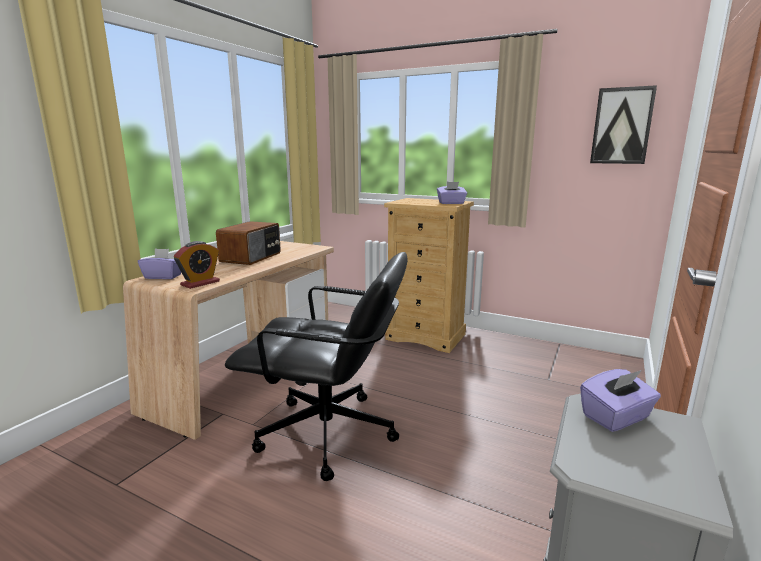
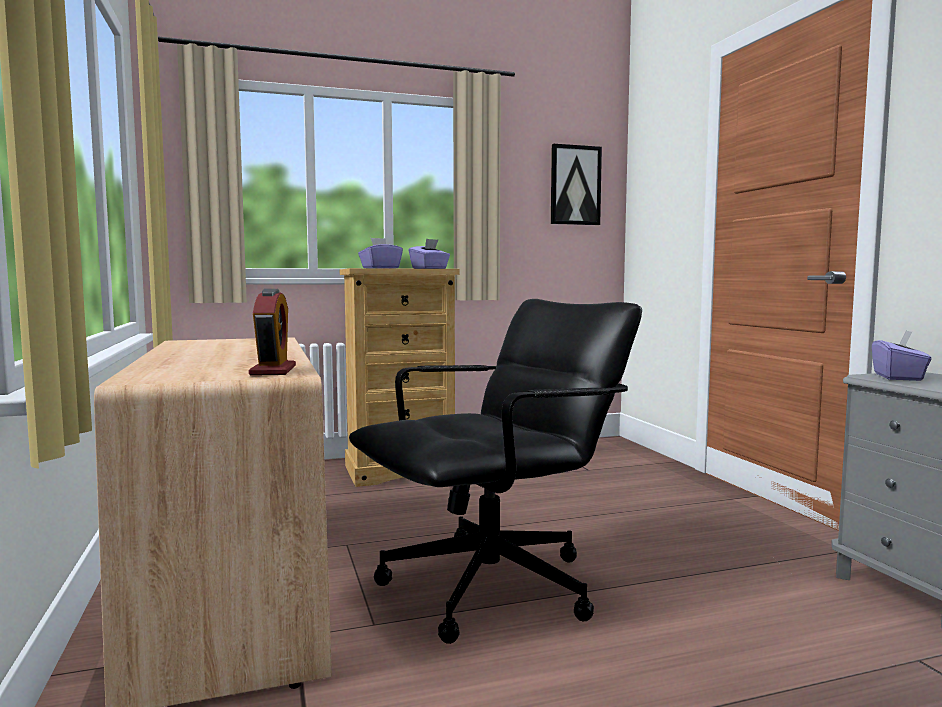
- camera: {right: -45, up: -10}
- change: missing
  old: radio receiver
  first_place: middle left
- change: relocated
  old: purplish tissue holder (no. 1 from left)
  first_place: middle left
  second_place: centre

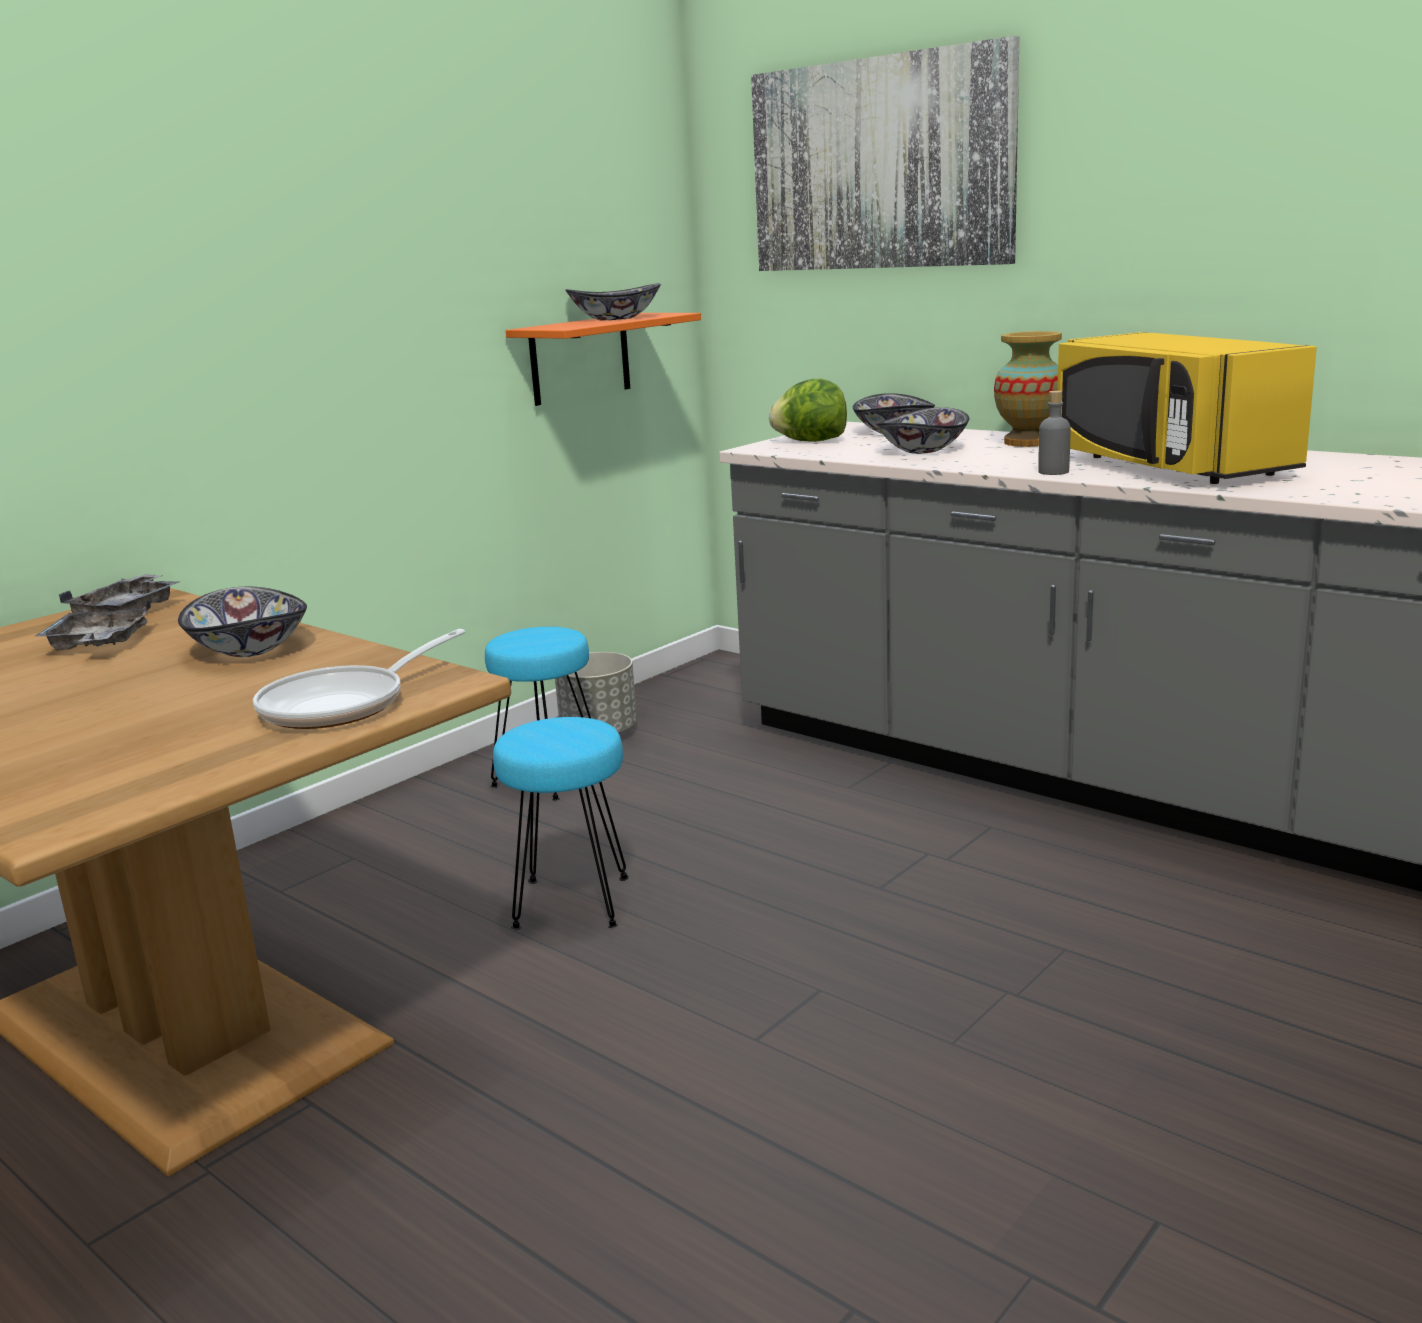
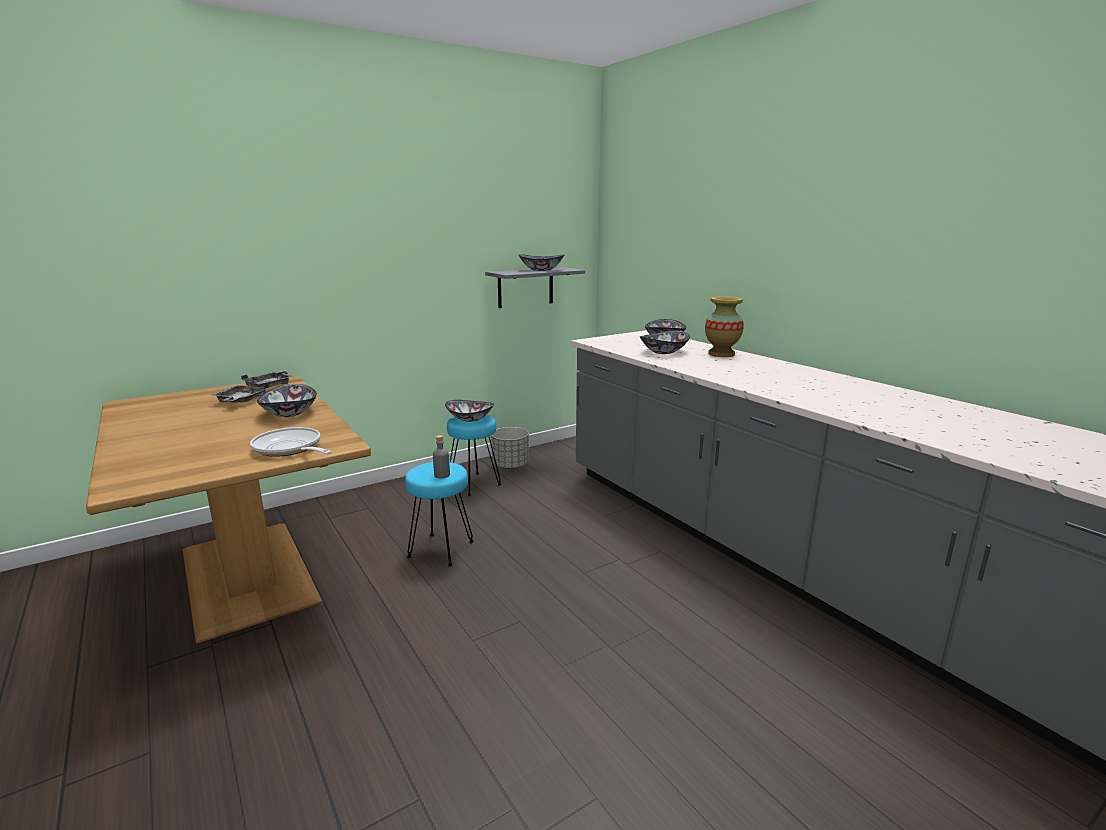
- camera: {right: 15, up: 0}
- change: missing
  old: wall picture
  first_place: top centre
- change: colour
  old: orangey wall shelf
  new: greyish wall shelf
  first_place: top centre
  second_place: centre
- change: missing
  old: yellowish kitchen microwave
  first_place: top right
- change: missing
  old: lettuce head
  first_place: top centre
- change: relocated
  old: greyish beverage bottle
  first_place: top right
  second_place: centre
- change: spun
  old: frying pan
  first_place: middle left
  second_place: middle left
  degrees: 75
- change: appeared
  new: deep dish (no. 2 from left)
  second_place: centre

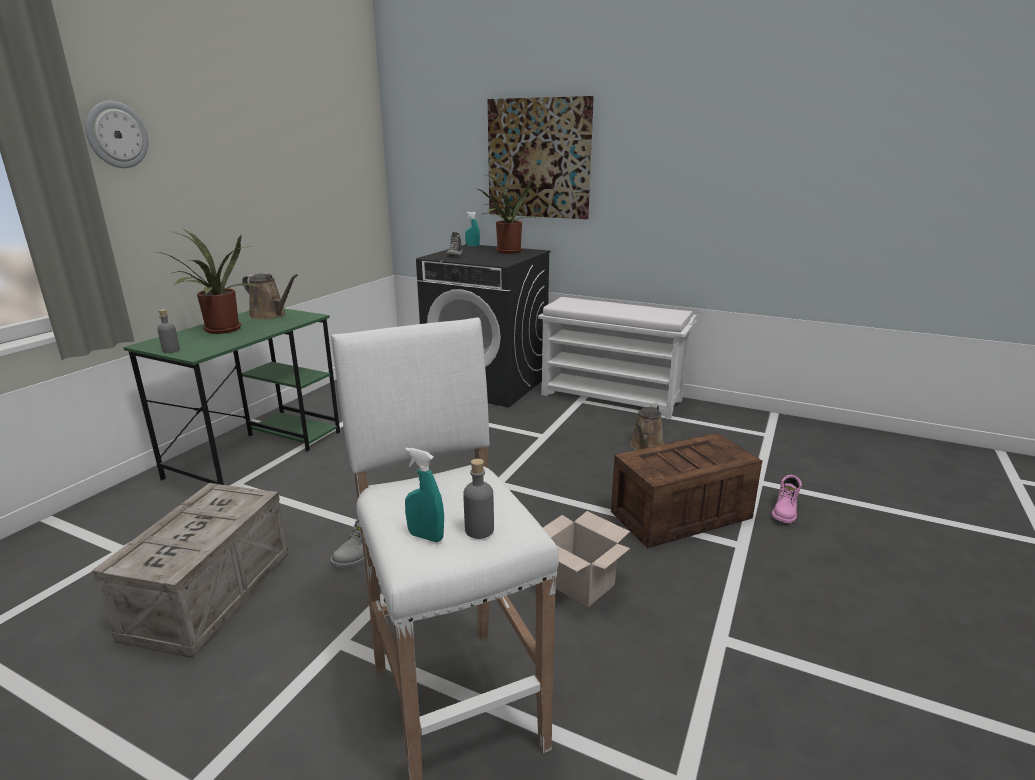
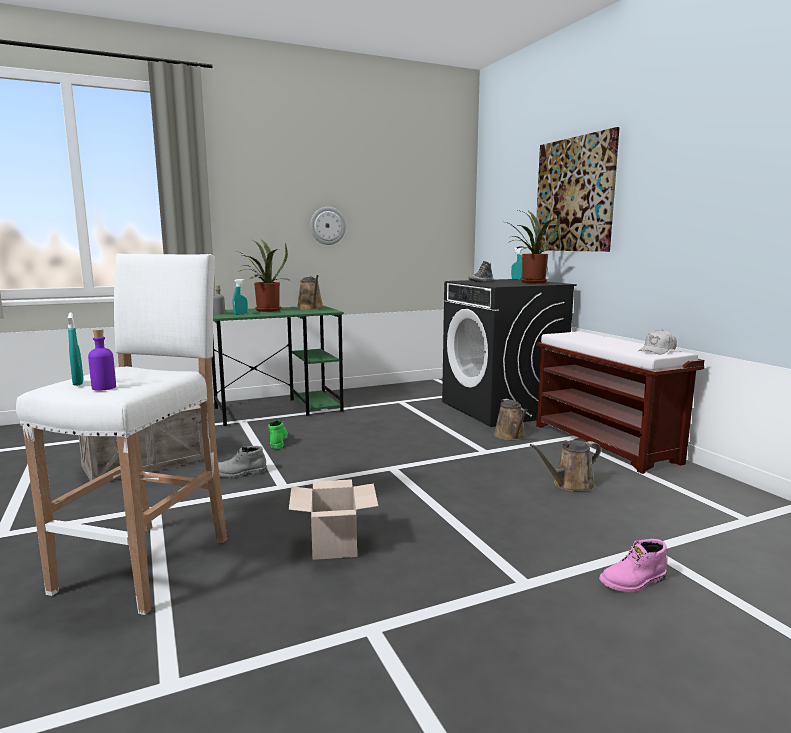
- camera: {right: 40, up: -10}
- change: relocated
  old: clock on the wall
  first_place: top left
  second_place: top centre
- change: colour
  old: whitish bench
  new: brownish bench
  first_place: centre
  second_place: middle right
- change: missing
  old: crate (no. 2 from left)
  first_place: centre
- change: colour
  old: greyish beverage bottle (no. 2 from left)
  new: purplish beverage bottle
  first_place: centre
  second_place: middle left
- change: appeared
  new: turquoise-coloured sprayer (no. 2 from left)
  second_place: middle left
- change: appeared
  new: whitish cap
  second_place: middle right
- change: appeared
  new: brownish watering pot (no. 2 from left)
  second_place: centre
- change: appeared
  new: greenish tall boot
  second_place: centre

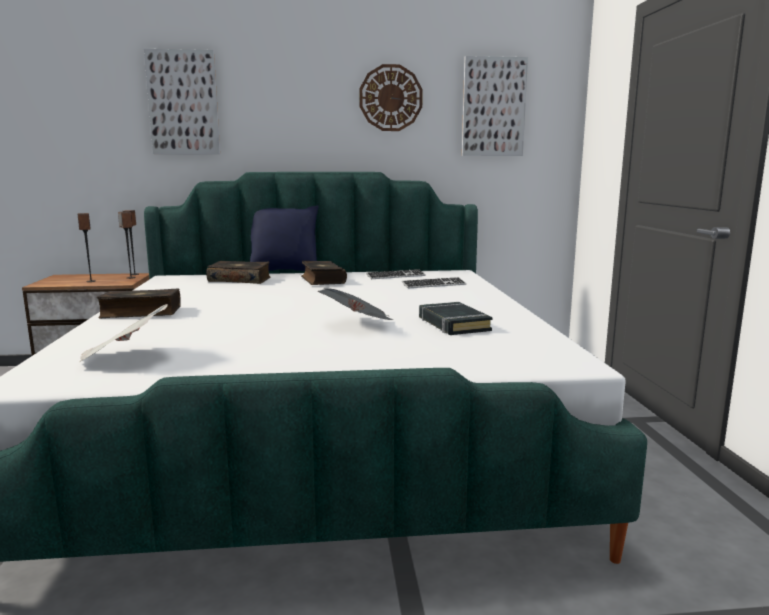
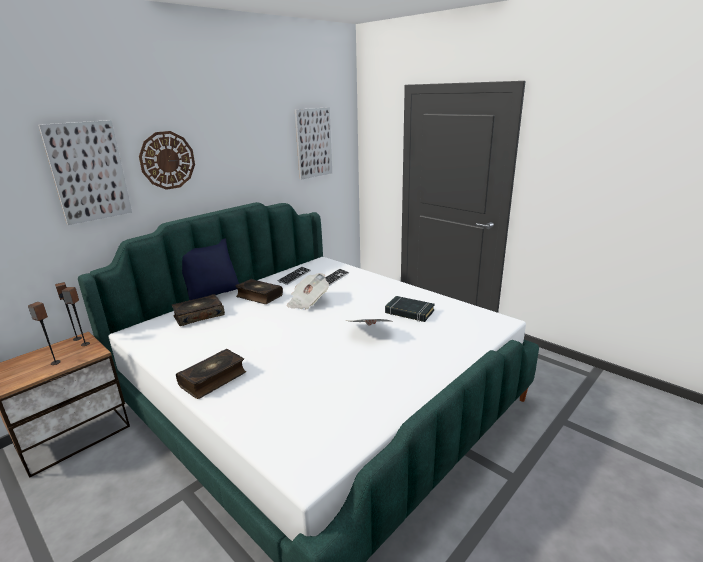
- camera: {right: -40, up: 10}
- change: relocated
  old: clock on the wall
  first_place: top centre
  second_place: top left
- change: relocated
  old: printed paper (no. 1 from left)
  first_place: middle left
  second_place: centre

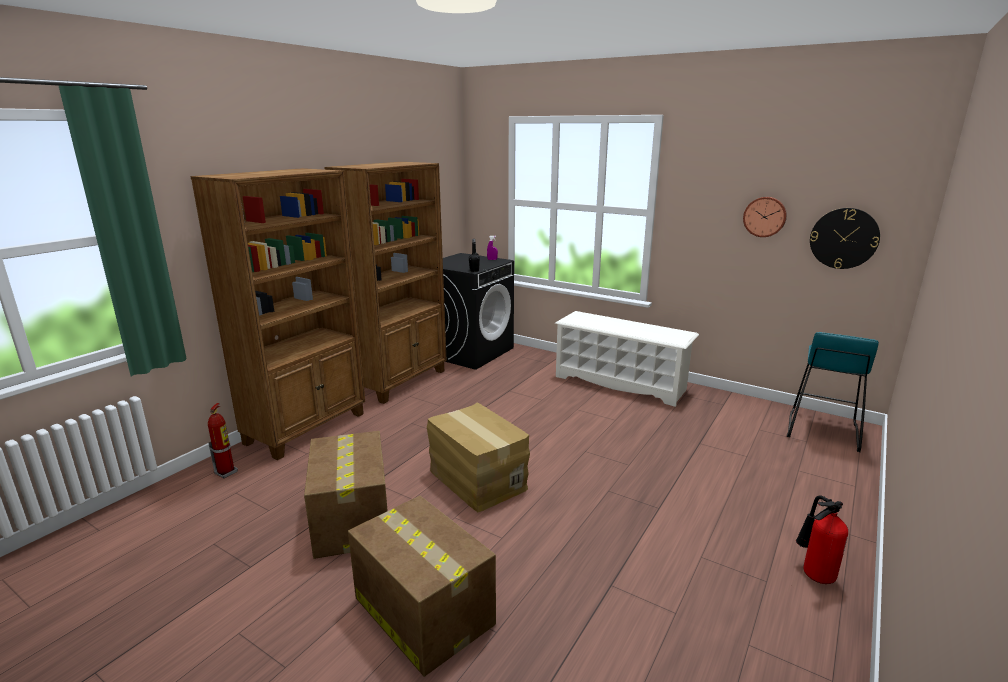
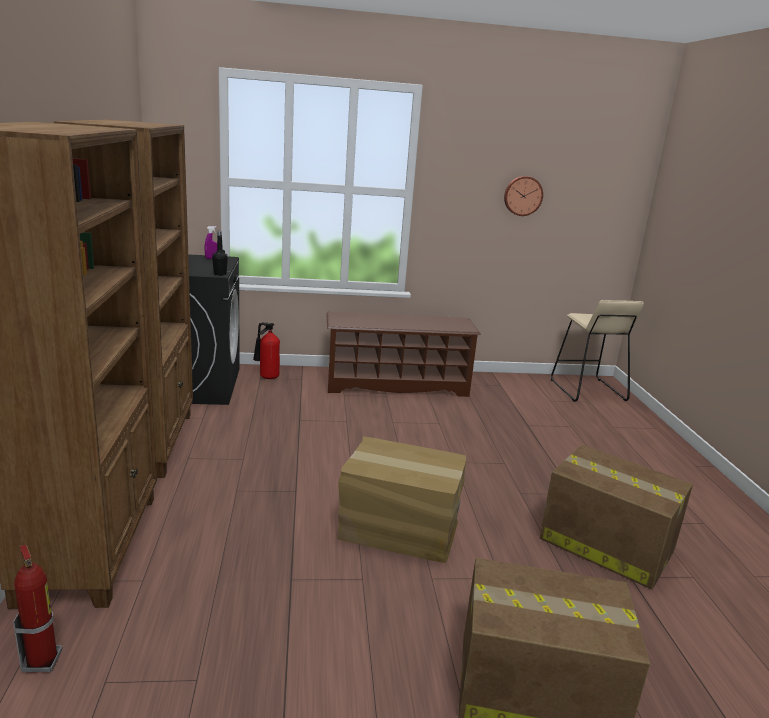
- camera: {right: -40, up: 0}
- change: missing
  old: clock on the wall (no. 2 from left)
  first_place: middle right
- change: colour
  old: whitish shoe shelf
  new: brownish shoe shelf
  first_place: centre
  second_place: centre
- change: colour
  old: turquoise-coloured stool seat
  new: sand-coloured stool seat
  first_place: middle right
  second_place: middle right
- change: relocated
  old: cardboard box (no. 1 from left in the first image)
  new: cardboard box (no. 3 from left)
  first_place: bottom centre
  second_place: bottom right
- change: relocated
  old: fire extinguisher (no. 2 from left)
  first_place: bottom right
  second_place: centre

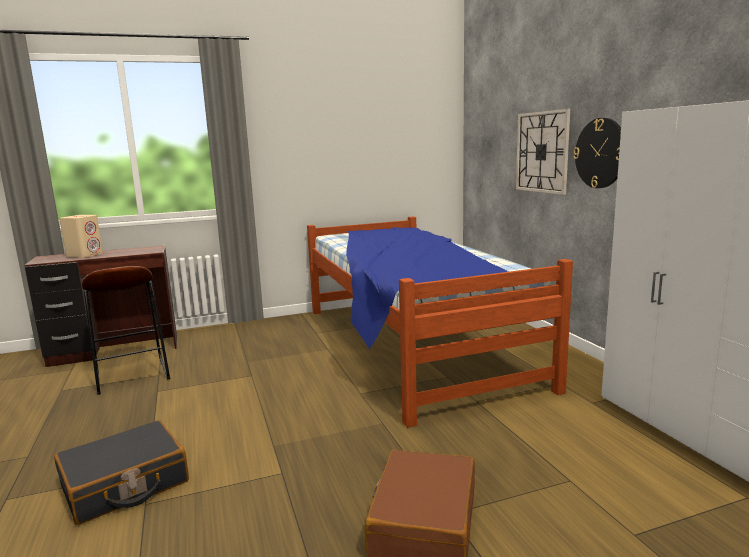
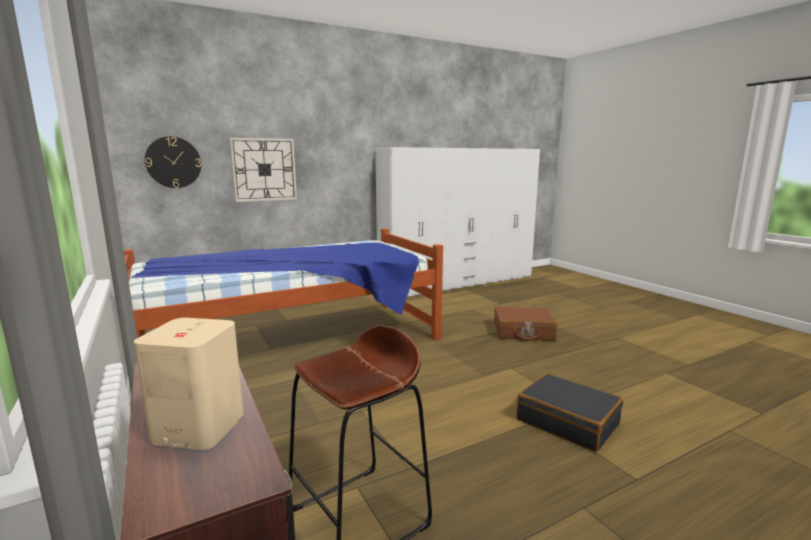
- camera: {right: -100, up: 0}
- change: relocated
  old: clock on the wall (no. 2 from left in the first image)
  new: clock on the wall (no. 1 from left)
  first_place: top right
  second_place: top left

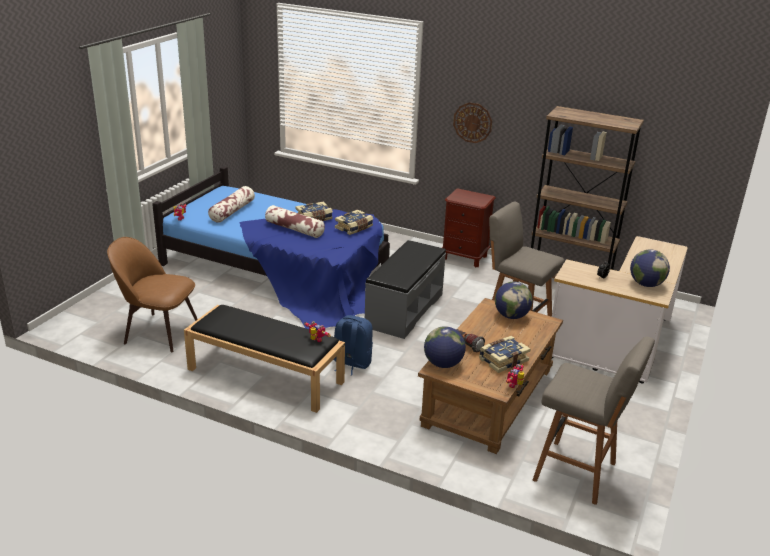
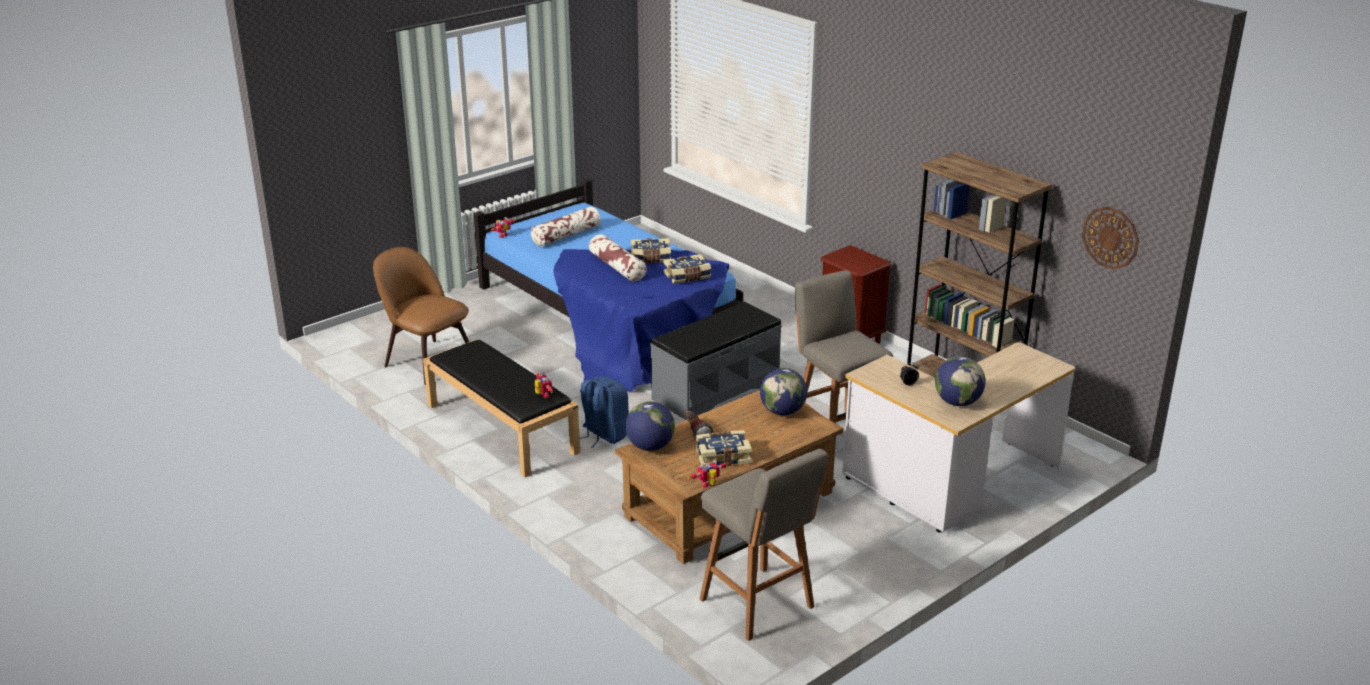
- camera: {right: 25, up: 0}
- change: relocated
  old: clock on the wall
  first_place: top centre
  second_place: middle right

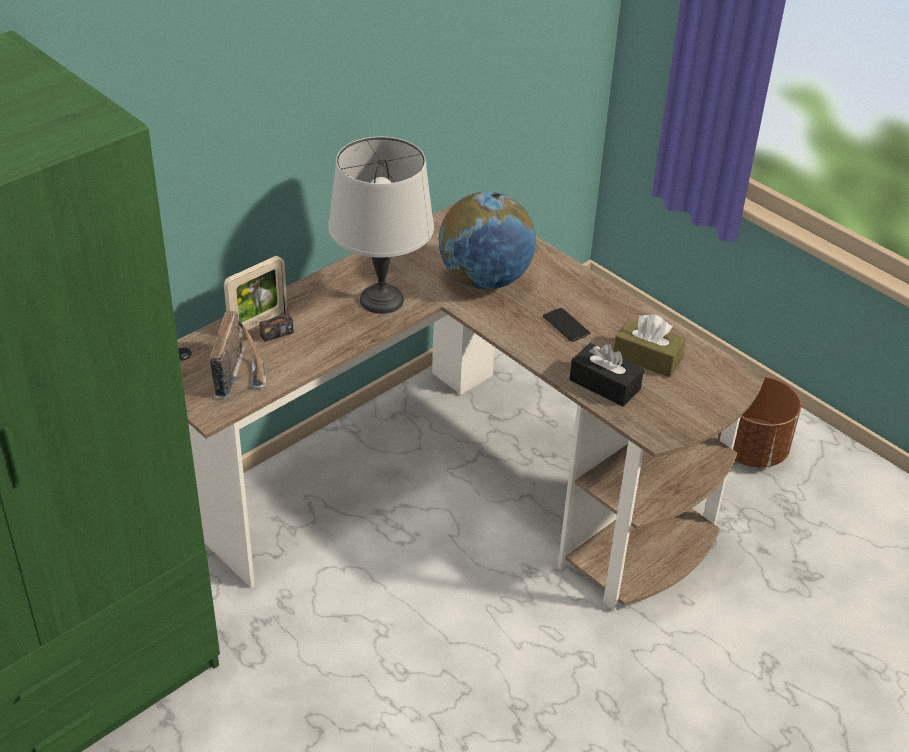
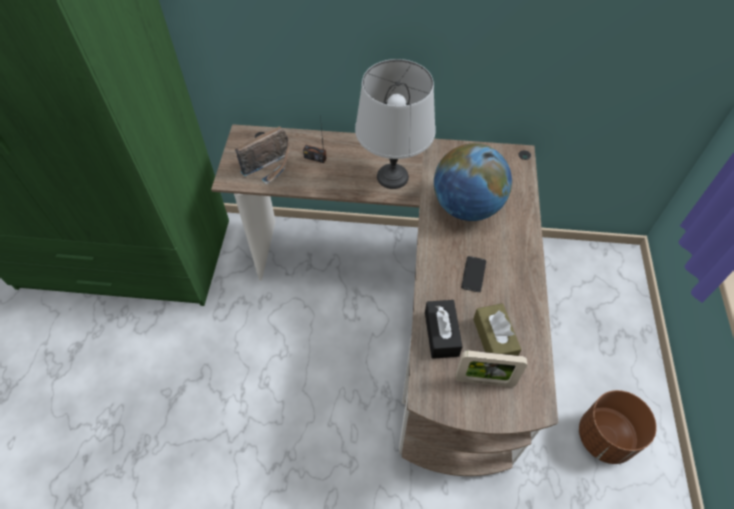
- camera: {right: 50, up: 15}
- change: relocated
  old: standing frame
  first_place: middle left
  second_place: bottom right

